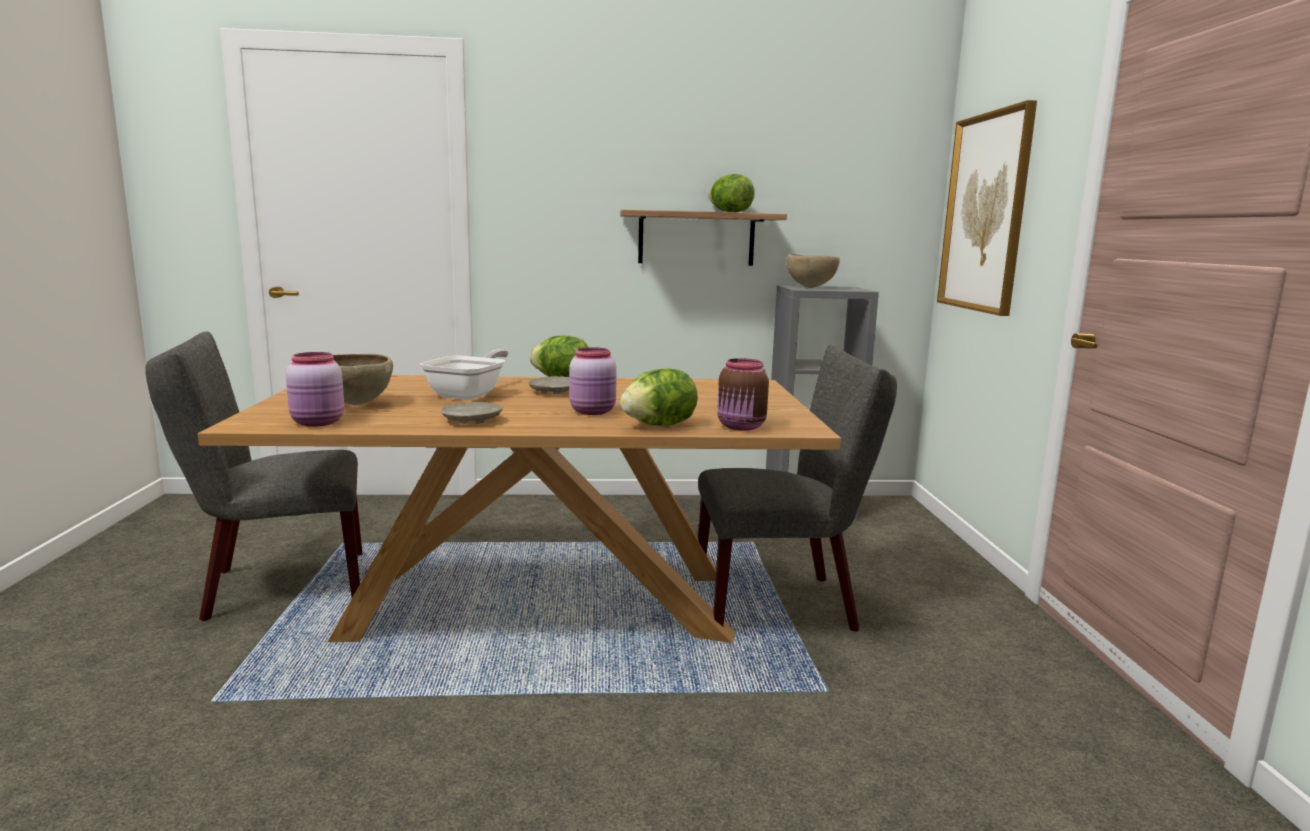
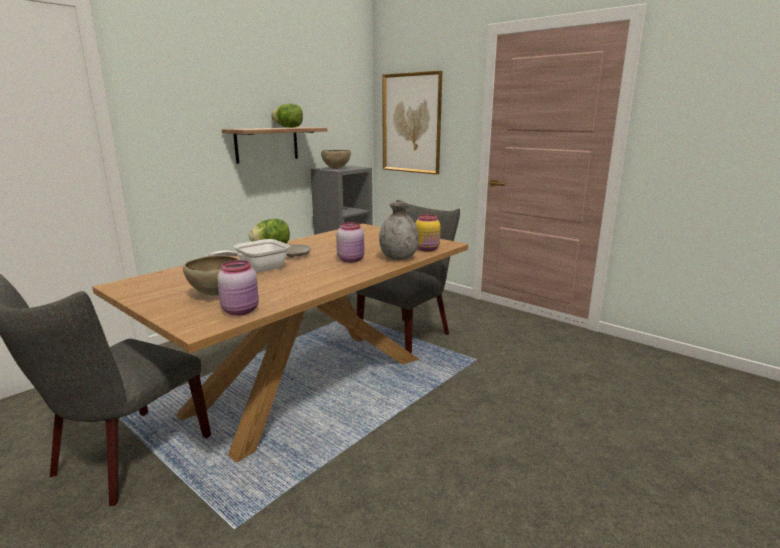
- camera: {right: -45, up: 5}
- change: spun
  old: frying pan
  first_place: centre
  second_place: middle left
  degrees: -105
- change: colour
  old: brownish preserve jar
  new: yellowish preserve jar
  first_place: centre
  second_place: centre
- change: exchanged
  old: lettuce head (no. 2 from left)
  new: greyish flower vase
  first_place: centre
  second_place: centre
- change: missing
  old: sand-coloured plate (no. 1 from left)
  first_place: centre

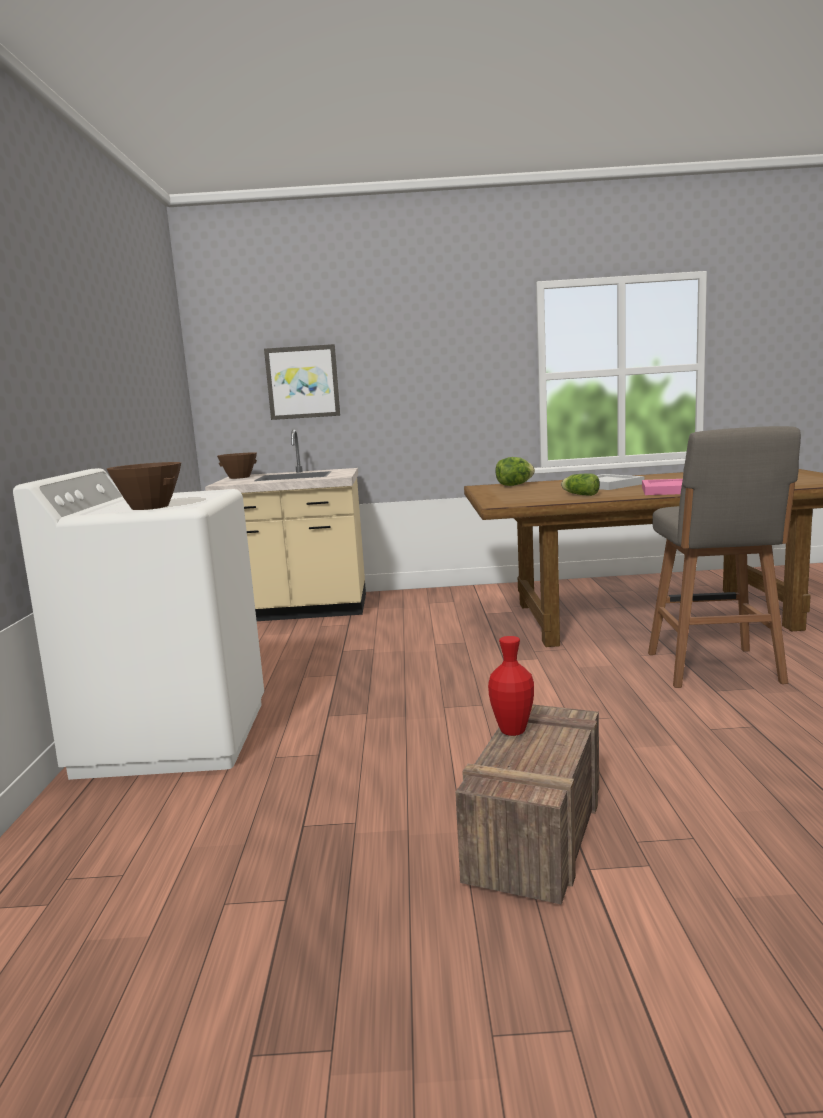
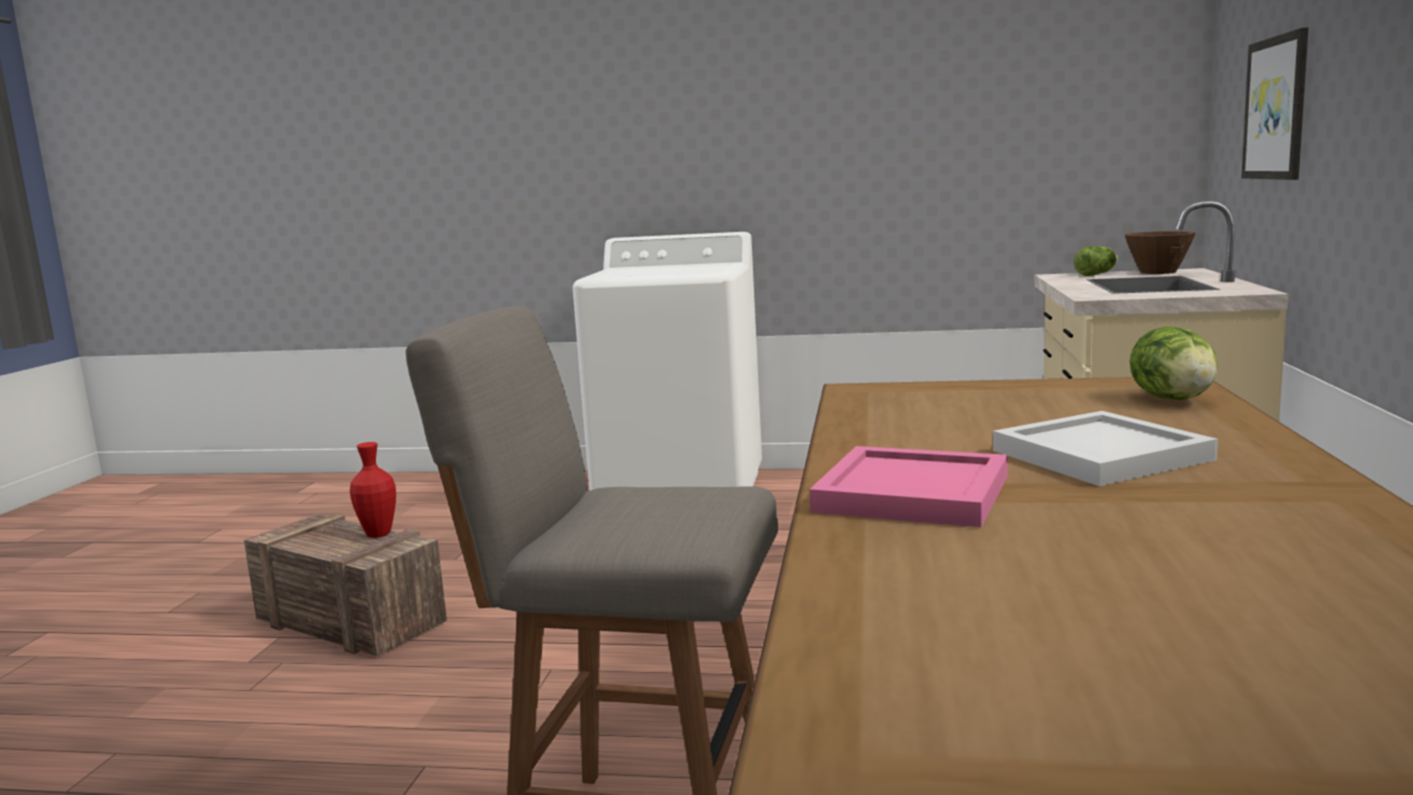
- camera: {right: 100, up: 0}
- change: missing
  old: brownish deep dish (no. 1 from left)
  first_place: middle left
- change: relocated
  old: lettuce head (no. 2 from left in the first image)
  new: lettuce head (no. 1 from left)
  first_place: middle right
  second_place: top right

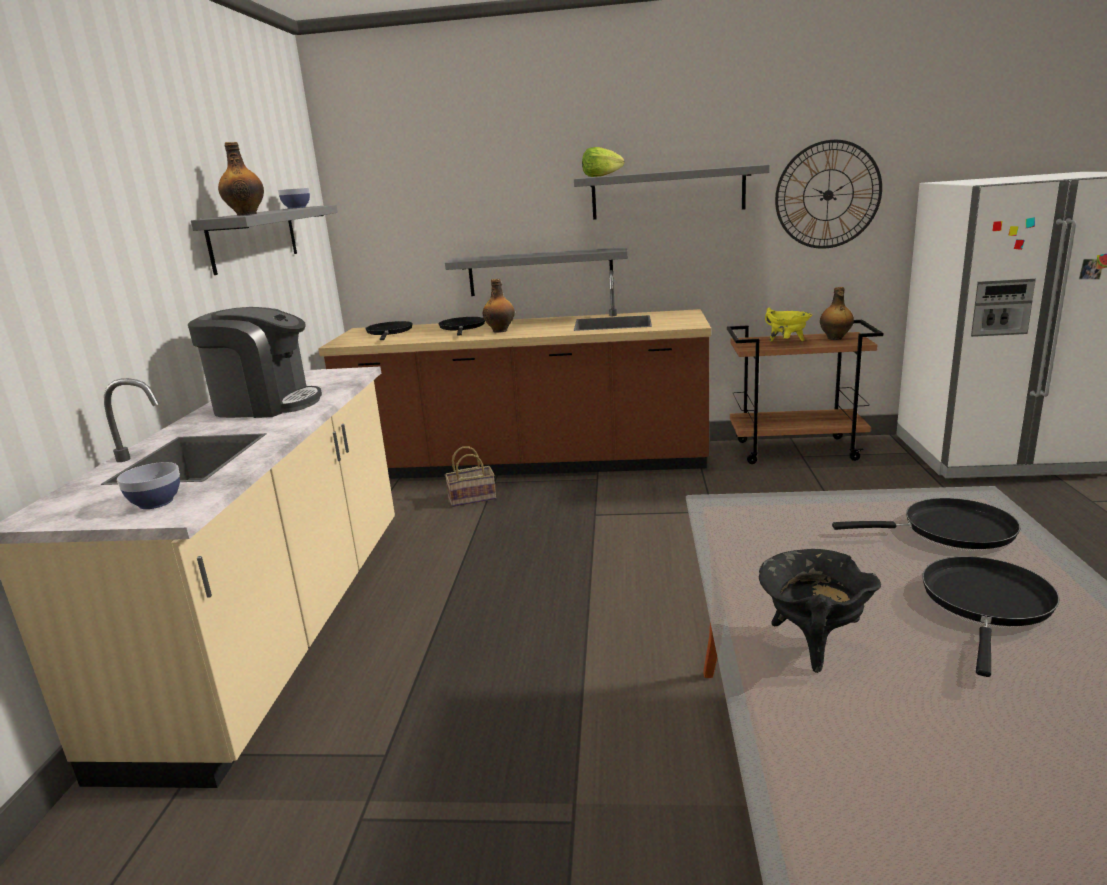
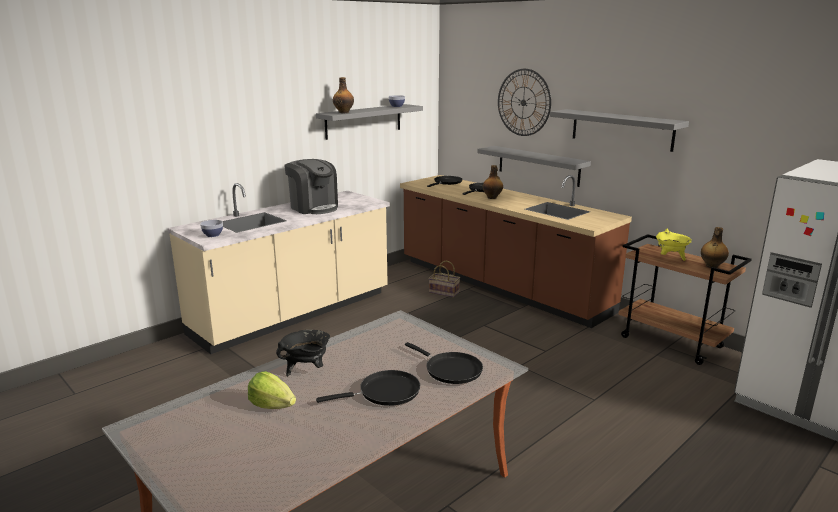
- camera: {right: 40, up: 0}
- change: relocated
  old: clock on the wall
  first_place: top right
  second_place: top centre
- change: relocated
  old: lettuce head
  first_place: top centre
  second_place: bottom left

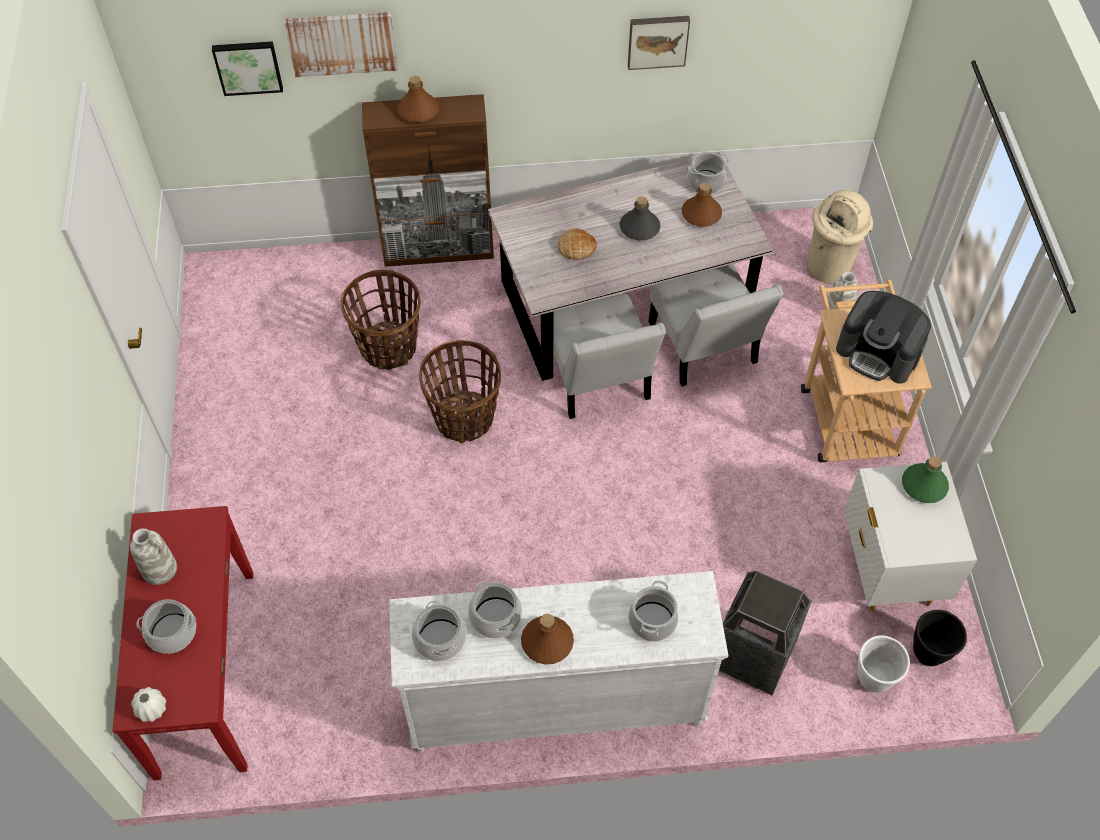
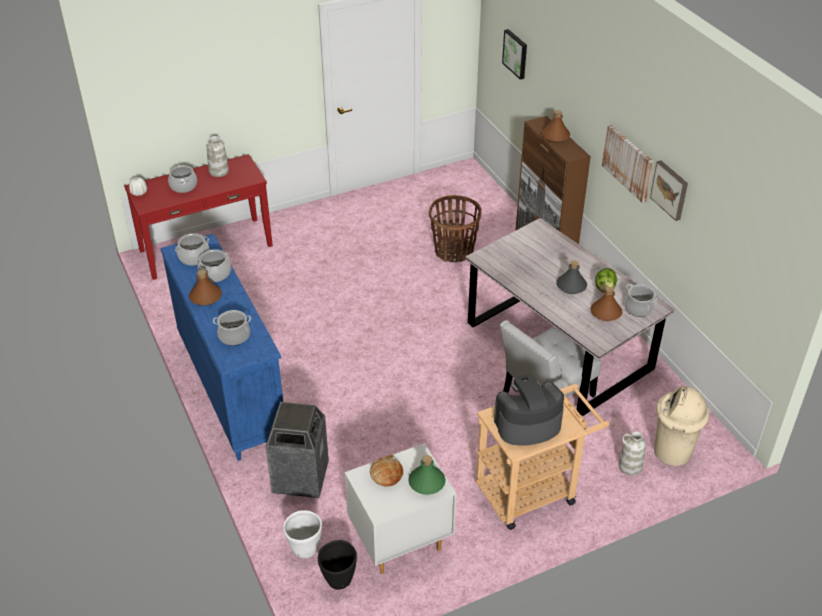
- camera: {right: 70, up: -15}
- change: relocated
  old: wall picture (no. 2 from left)
  first_place: top left
  second_place: top right
- change: relocated
  old: baked bread
  first_place: top centre
  second_place: bottom centre
- change: spun
  old: coffee brewer
  first_place: middle right
  second_place: centre
  degrees: 60
- change: missing
  old: whitish chair (no. 1 from left)
  first_place: centre
- change: missing
  old: basket (no. 2 from left)
  first_place: centre
- change: colour
  old: whitish dresser
  new: bluish dresser
  first_place: bottom centre
  second_place: middle left
- change: appeared
  new: lettuce head
  second_place: middle right

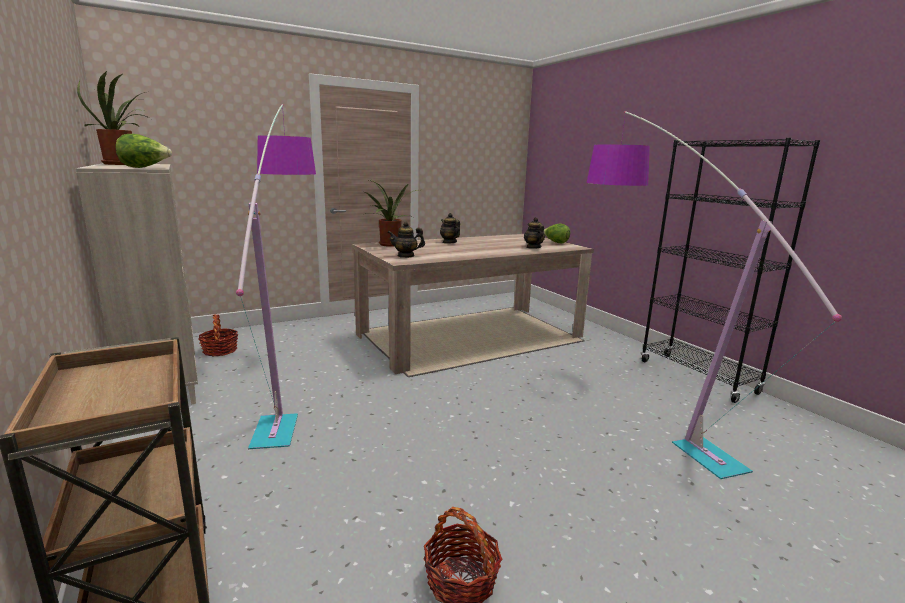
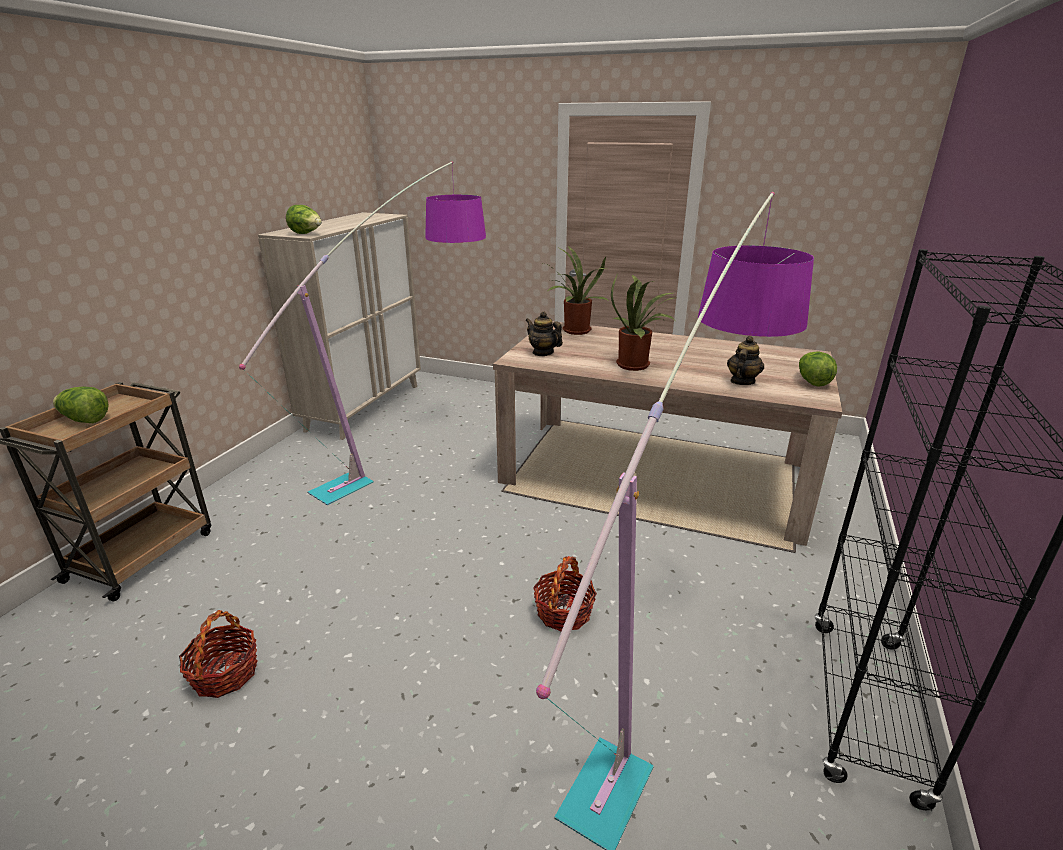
- camera: {right: 50, up: 10}
- change: relocated
  old: plant in a pot (no. 1 from left in the first image)
  new: plant in a pot (no. 2 from left)
  first_place: top left
  second_place: centre
- change: missing
  old: teapot (no. 2 from left)
  first_place: centre
- change: relocated
  old: basket (no. 1 from left in the first image)
  new: basket (no. 2 from left)
  first_place: middle left
  second_place: bottom centre
- change: appeared
  new: lettuce head (no. 1 from left)
  second_place: middle left

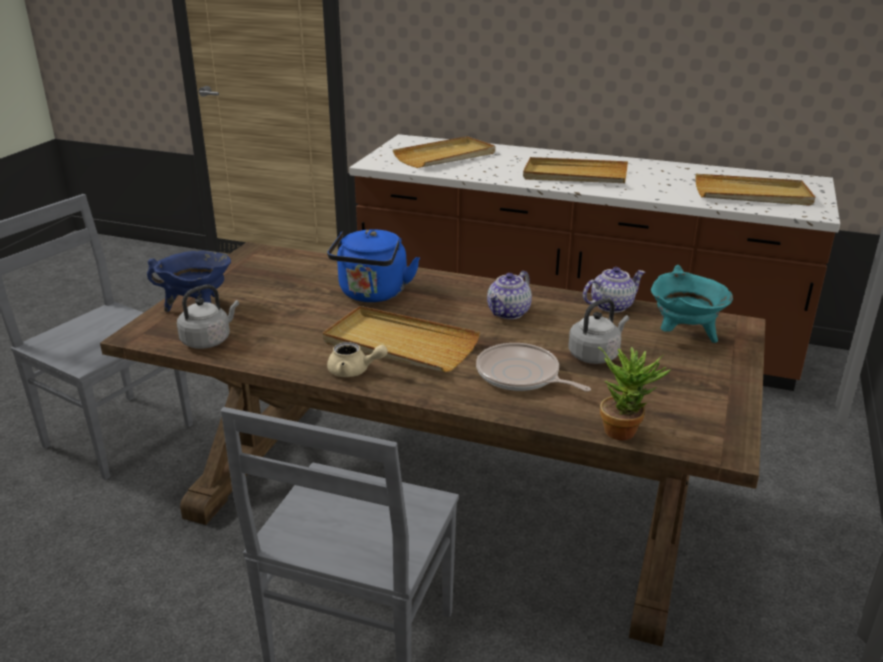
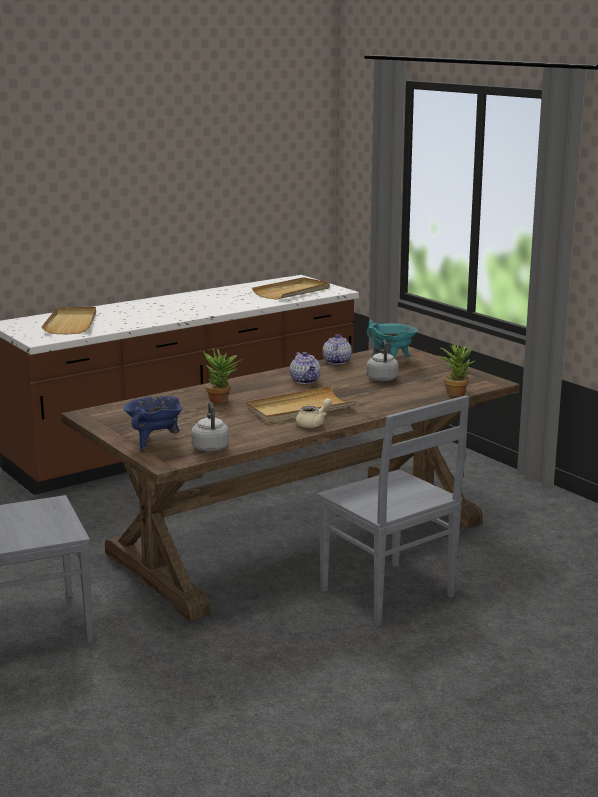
- camera: {right: -55, up: -10}
- change: missing
  old: sand-coloured carrying tray (no. 3 from left)
  first_place: top centre
- change: exchanged
  old: bluish kettle
  new: plant in a pot (no. 1 from left)
  first_place: centre
  second_place: centre
- change: missing
  old: frying pan
  first_place: centre

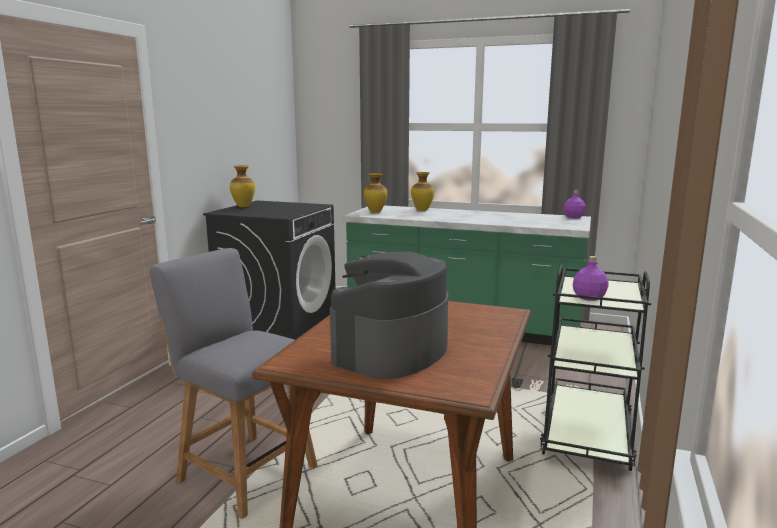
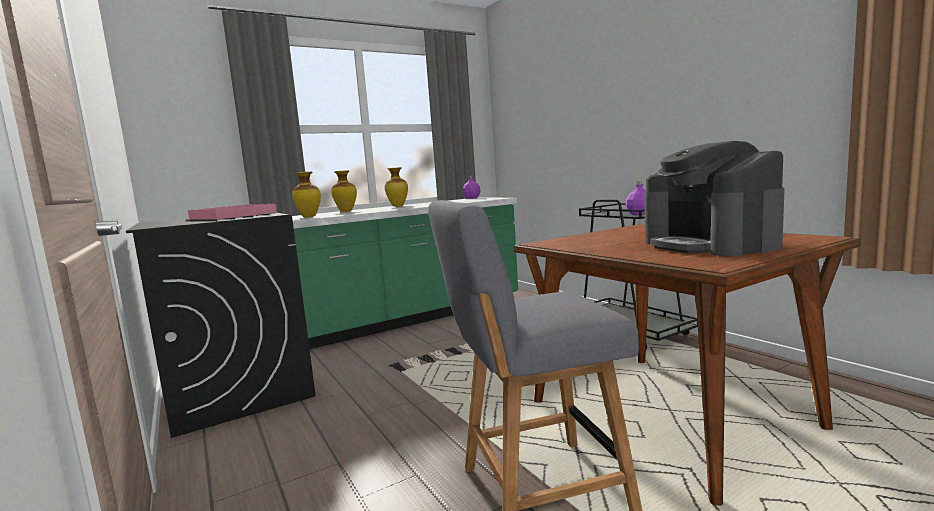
- camera: {right: -50, up: -5}
- change: relocated
  old: flower vase (no. 1 from left in the first image)
  new: flower vase (no. 3 from left)
  first_place: middle left
  second_place: centre
- change: appeared
  new: pink-coloured carrying tray
  second_place: middle left

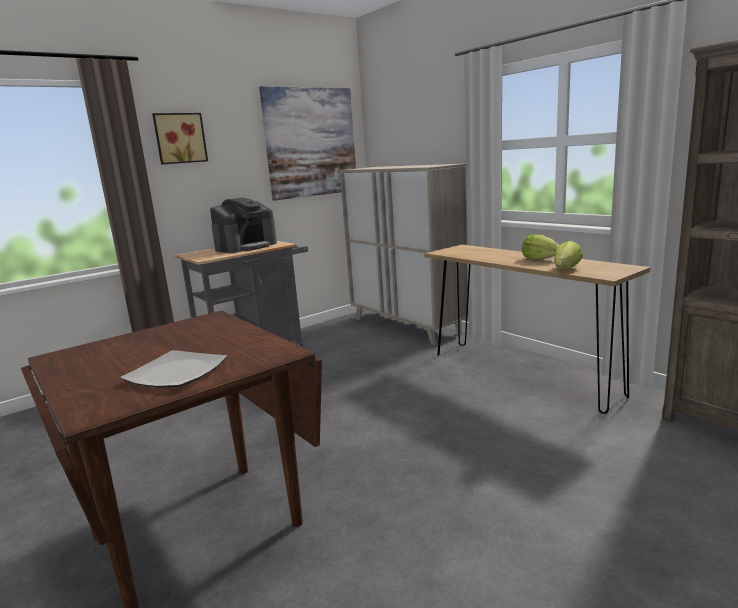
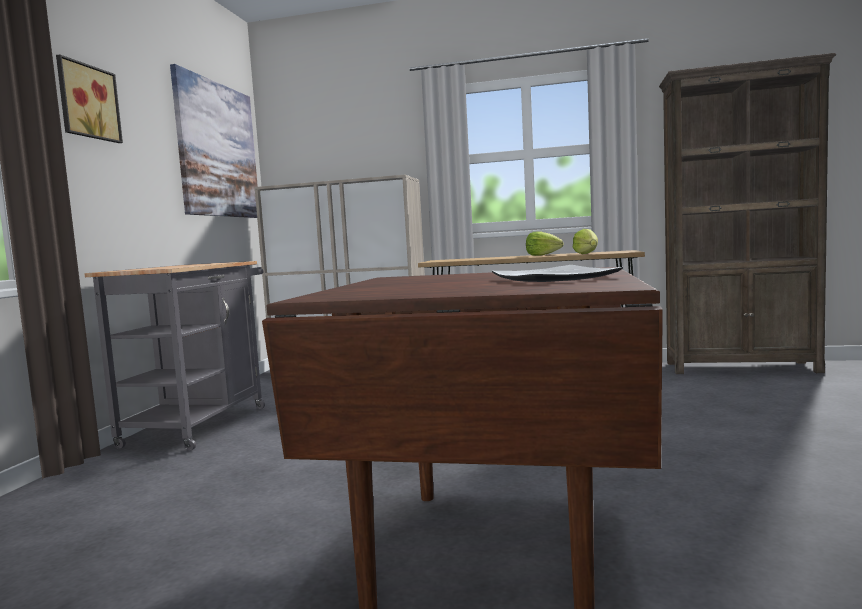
- camera: {right: -40, up: -10}
- change: missing
  old: coffee brewer
  first_place: middle left

